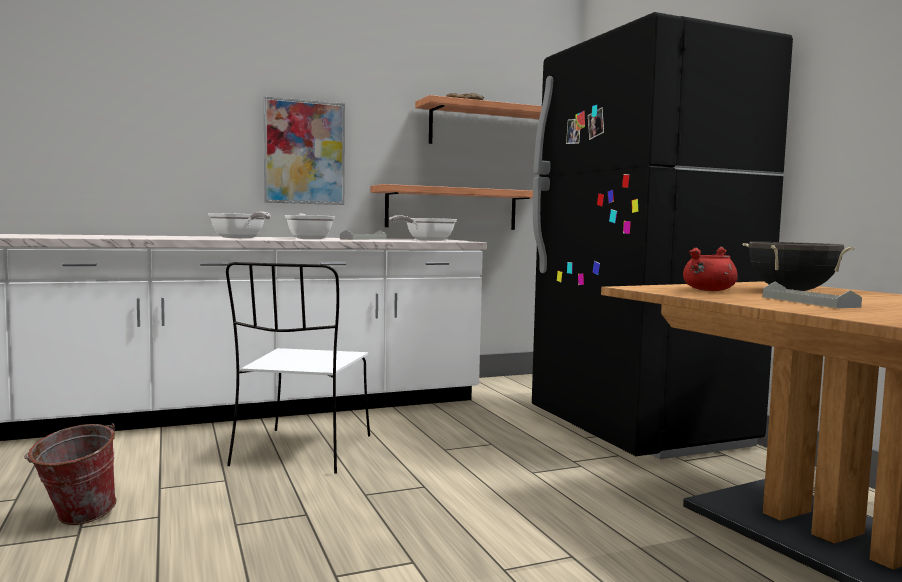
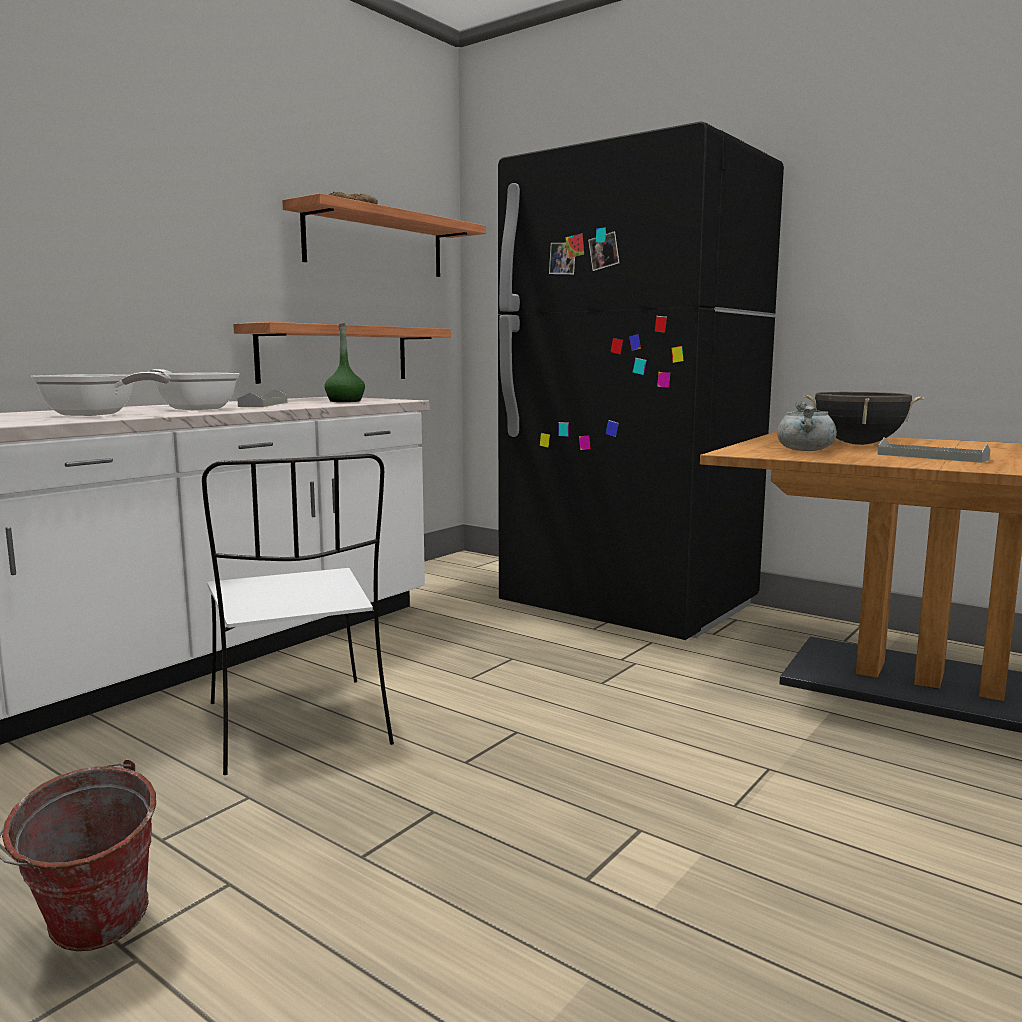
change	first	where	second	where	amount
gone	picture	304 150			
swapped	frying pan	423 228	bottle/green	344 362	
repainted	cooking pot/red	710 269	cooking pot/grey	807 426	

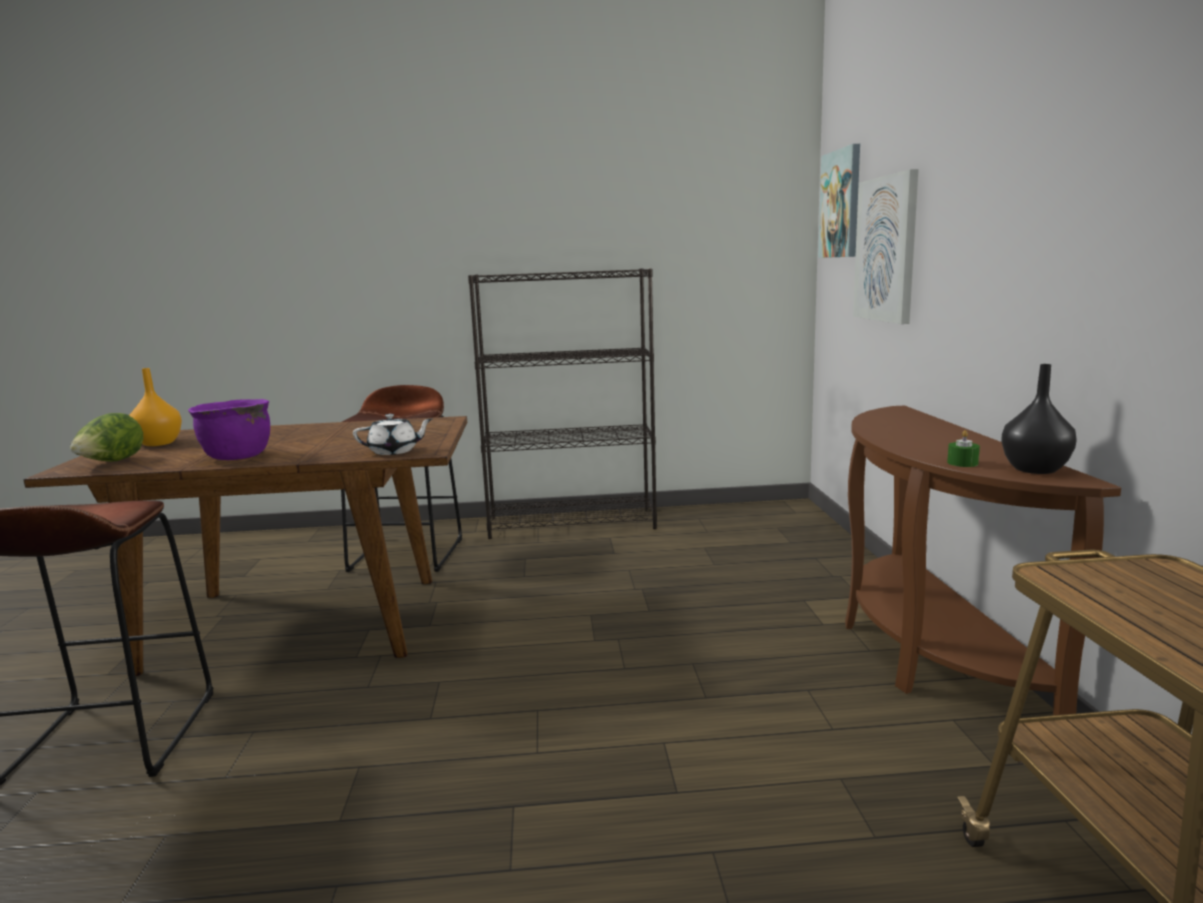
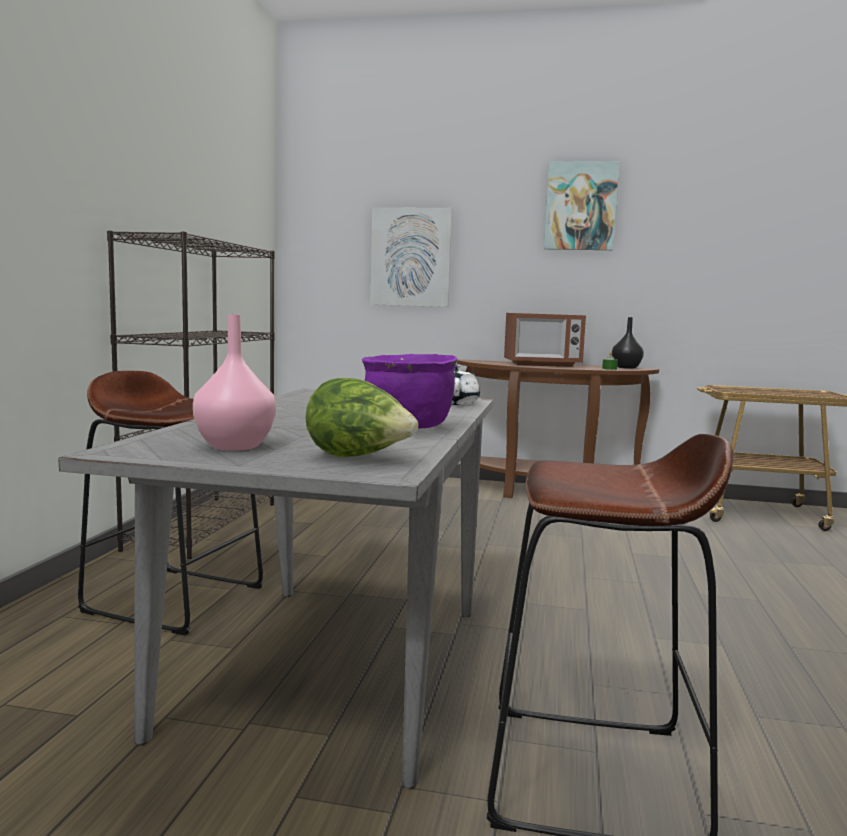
change	first	where	second	where	amount
shifted	picture	839 201		581 205	
repainted	vase/orange	155 407	vase/pink	234 382	
repainted	dining table/brown	245 546	dining table/grey	275 588	
new			microwave	545 340	

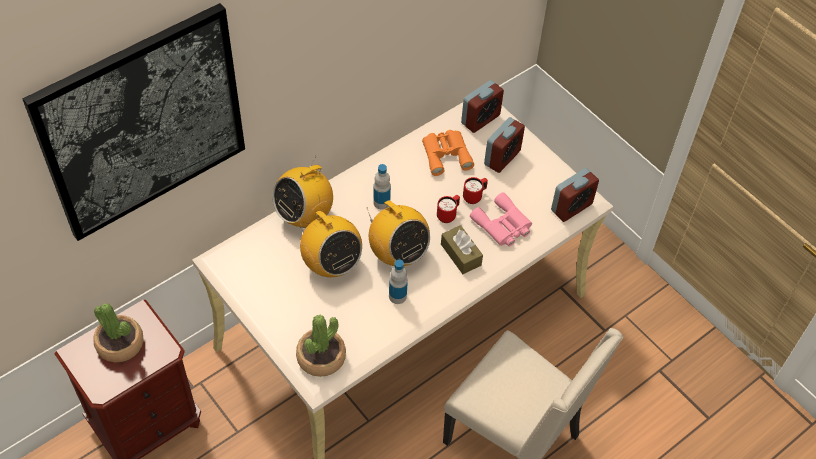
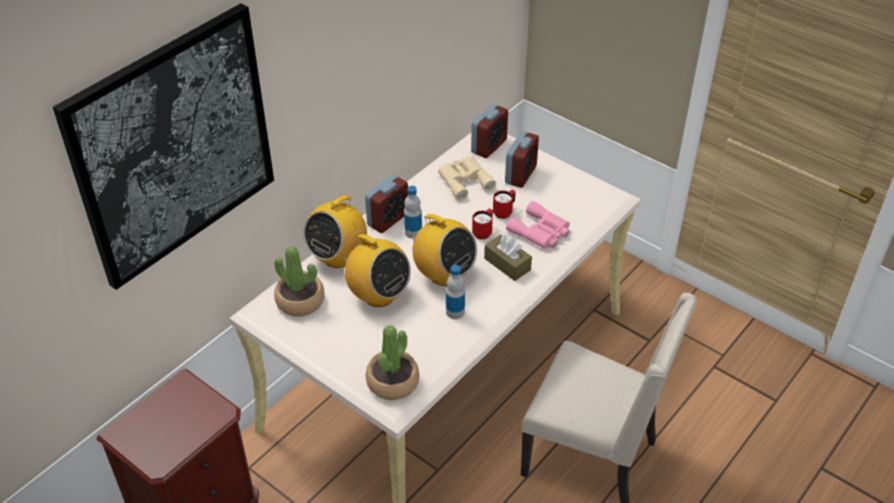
change	first	where	second	where	amount
repainted	binoculars/orange	448 153	binoculars/beige	467 179	
shifted	alarm clock	575 195		386 204	
shifted	potted plant	118 332		299 281	

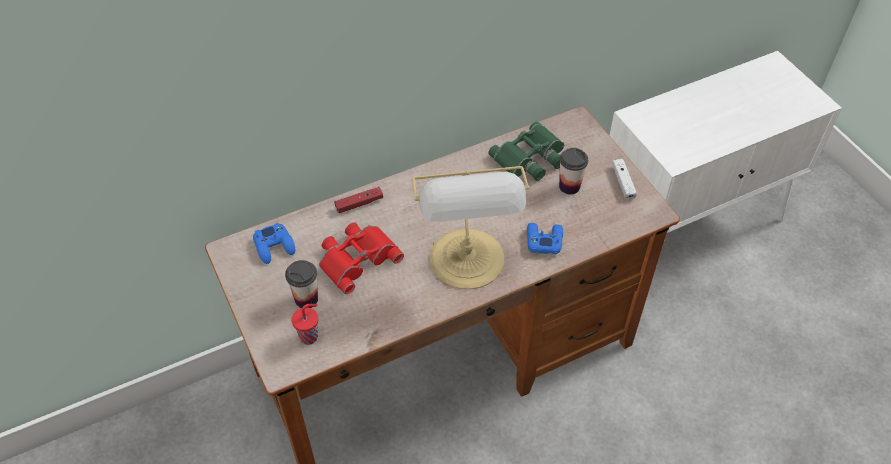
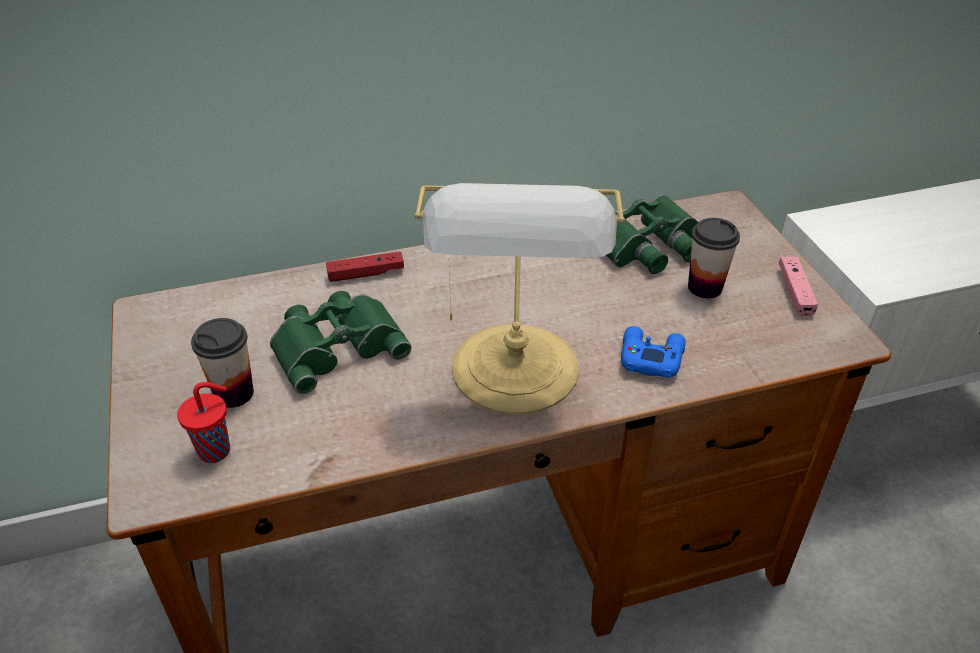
change	first	where	second	where	amount
repainted	game controller/white	624 179	game controller/pink	798 286	
gone	game controller/blue	274 243			
repainted	binoculars/red	361 258	binoculars/green	340 342	

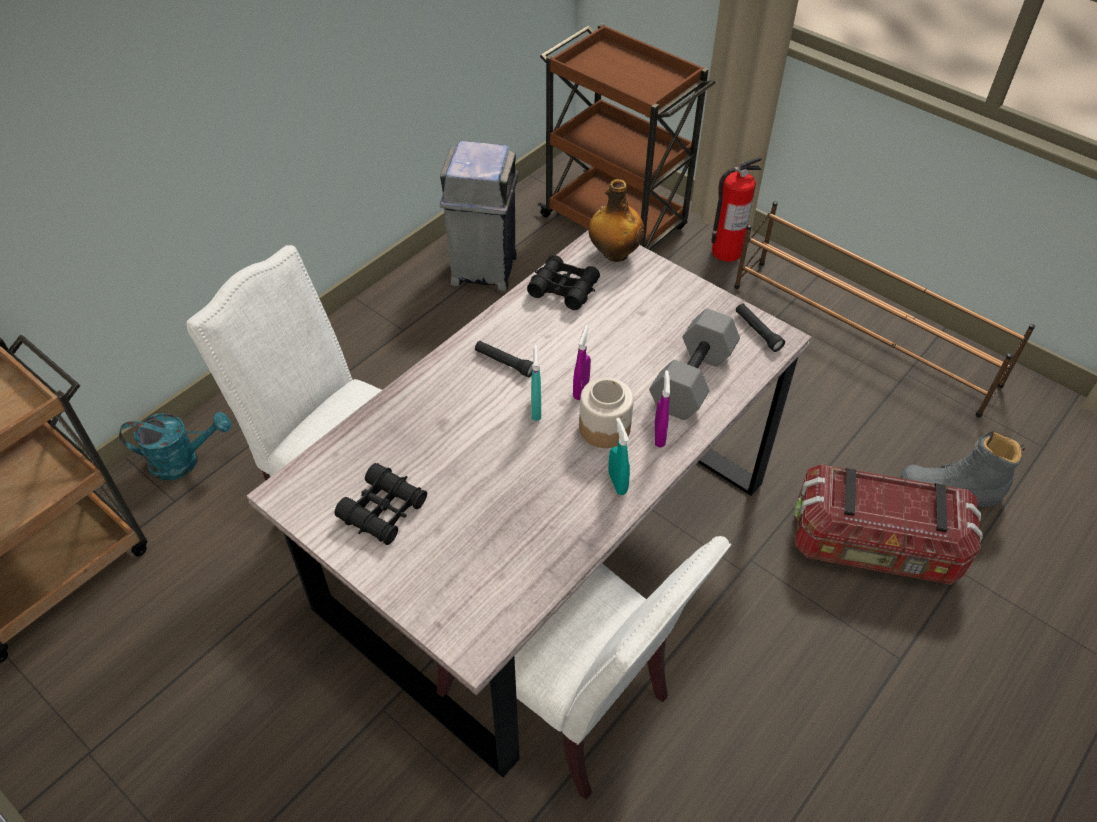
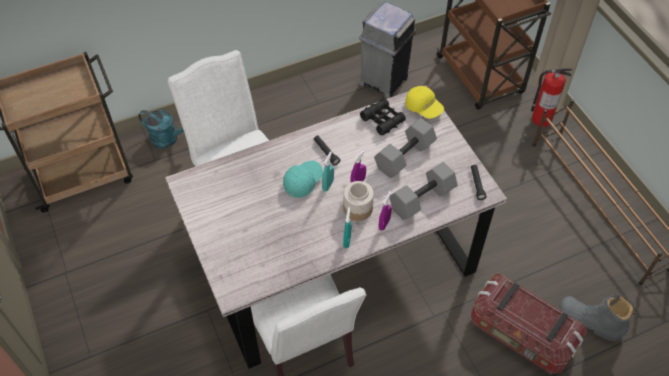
change	first	where	second	where	amount
swapped	bottle	617 220	cap/yellow	424 102	
gone	binoculars/black	380 504			
new			dumbbell/grey	405 148	
new			cap/turquoise	303 179	

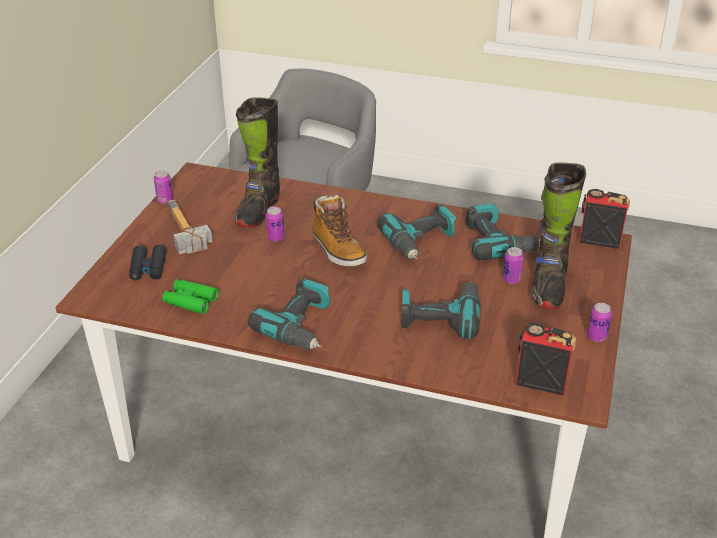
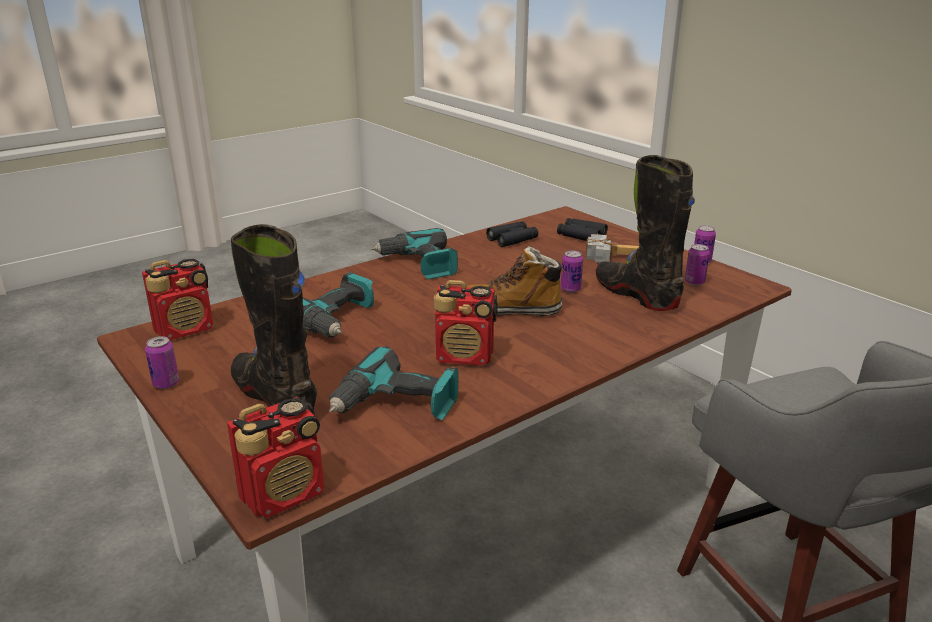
change	first	where	second	where	amount
swapped	power drill	417 231	radio	466 322	
shifted	can	513 265		697 264	
repainted	binoculars/green	190 296	binoculars/black	512 234	

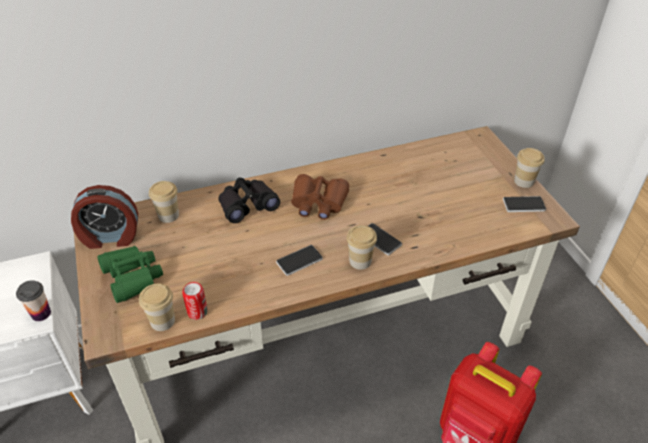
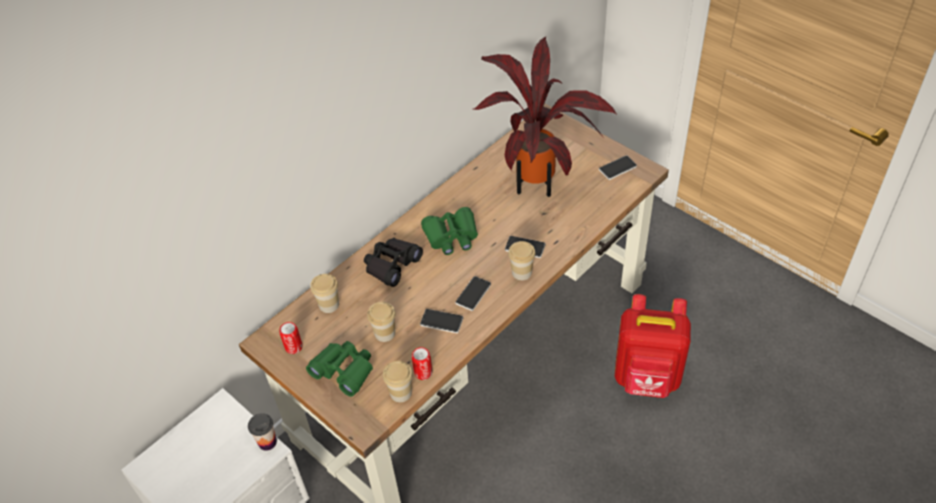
change	first	where	second	where	amount
shifted	cup	529 168		381 322	
repainted	binoculars/brown	320 197	binoculars/green	449 231	
swapped	alarm clock	104 217	can	290 338	
new			potted plant	544 116	
new			phone	441 321	

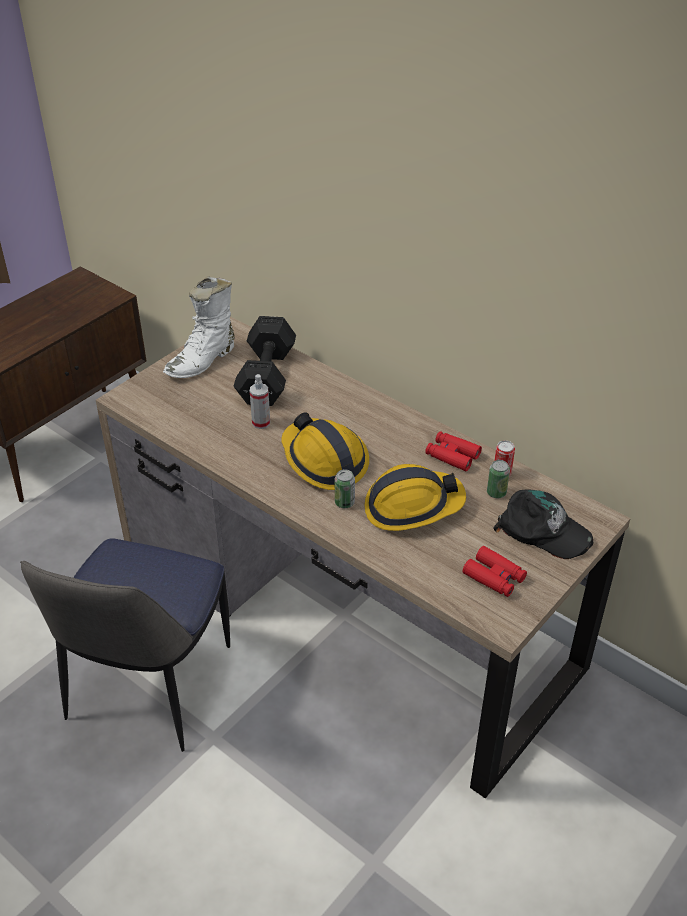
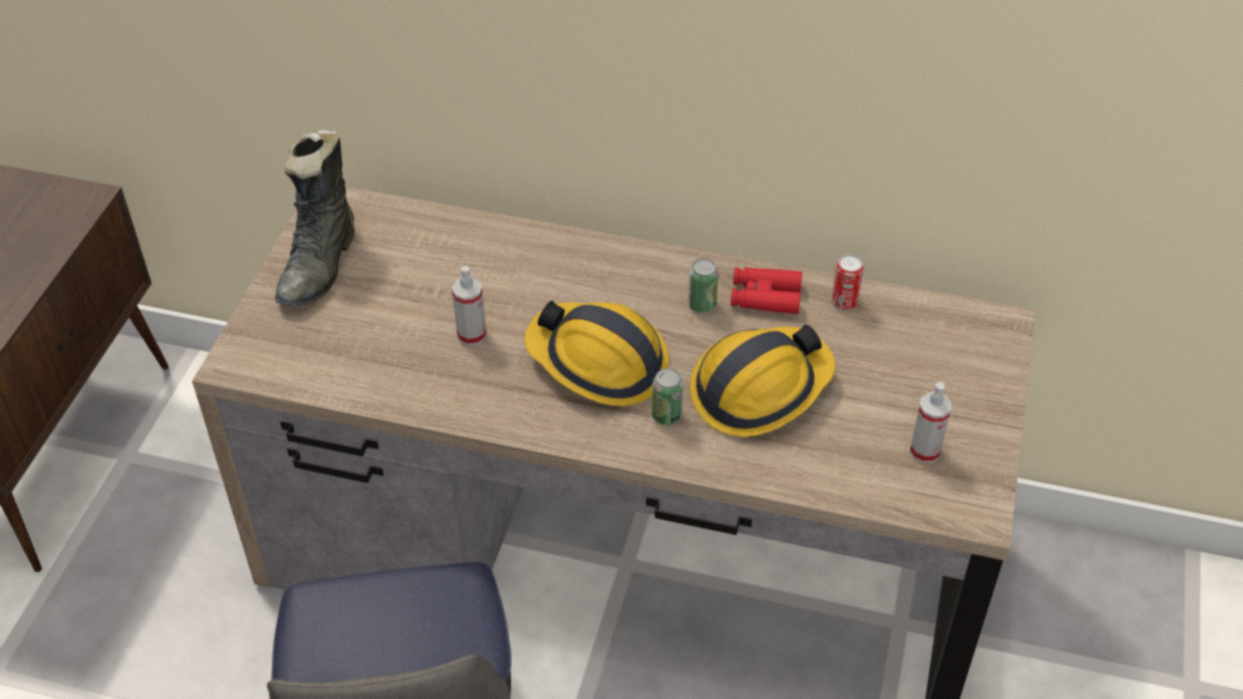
change	first	where	second	where	amount
repainted	boot/white	199 327	boot/black	315 218	
gone	dumbbell/black	265 361			
shifted	can	498 479		703 285	
gone	cap/black	543 524			
swapped	binoculars/red	495 571	spray bottle	931 422	

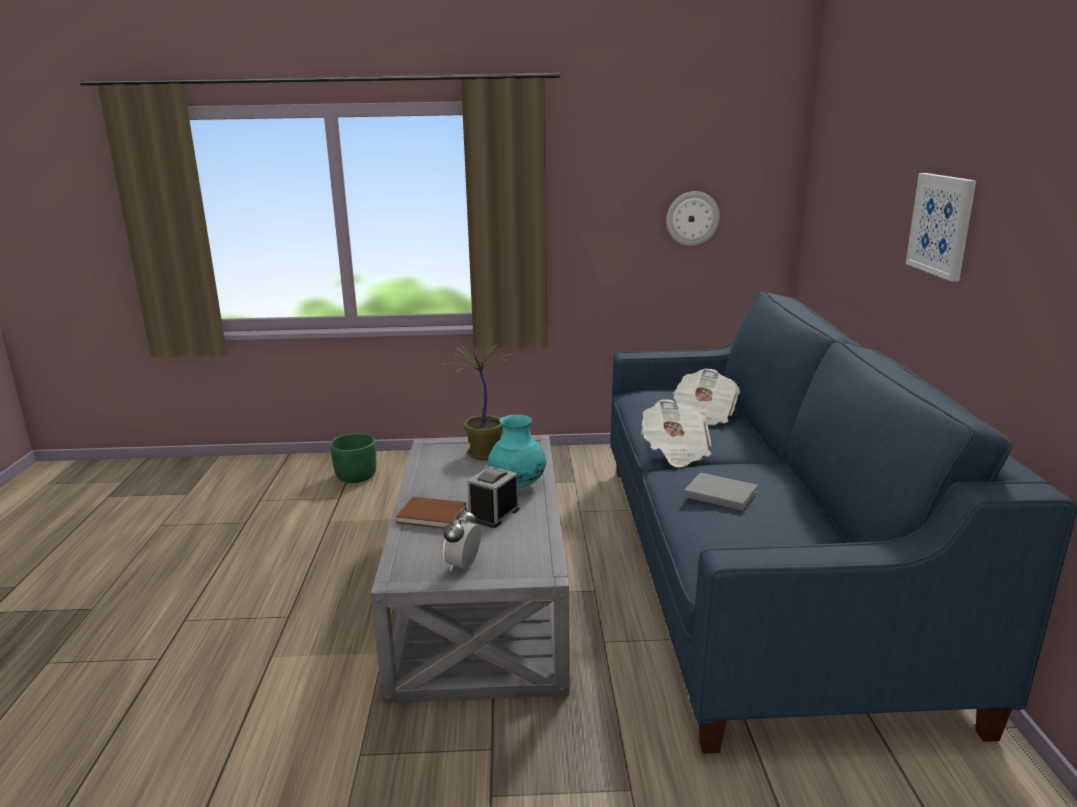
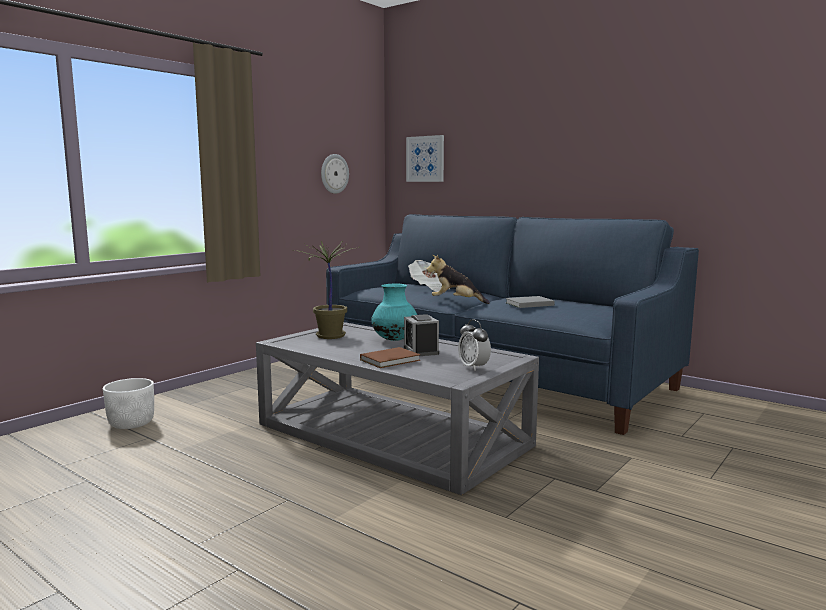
change	first	where	second	where	amount
shifted	picture	941 227		425 158	
swapped	newspaper	676 433	plush toy	458 279	
repainted	planter/green	353 458	planter/white	128 403	

